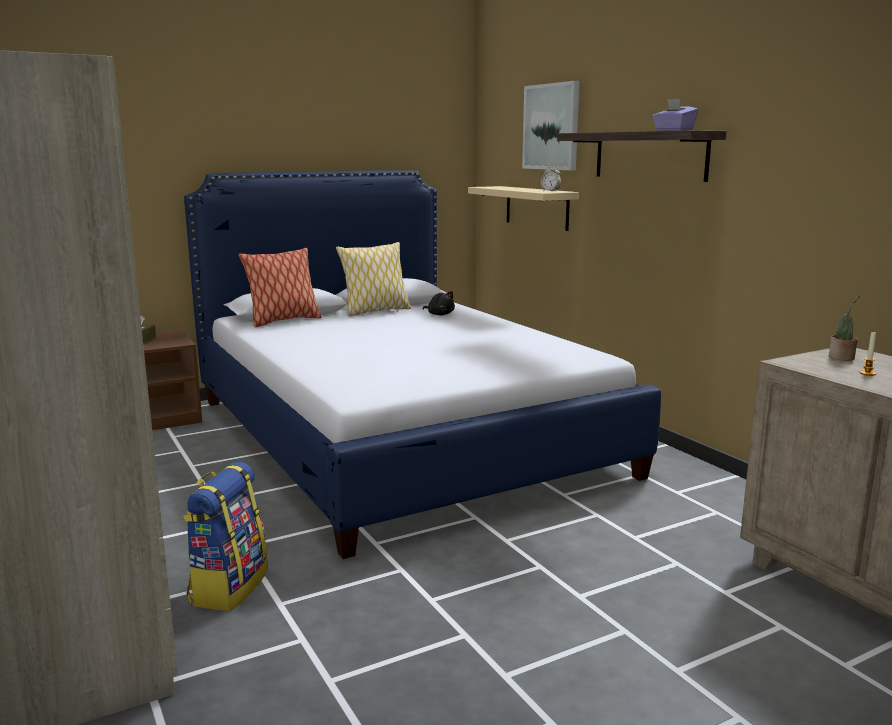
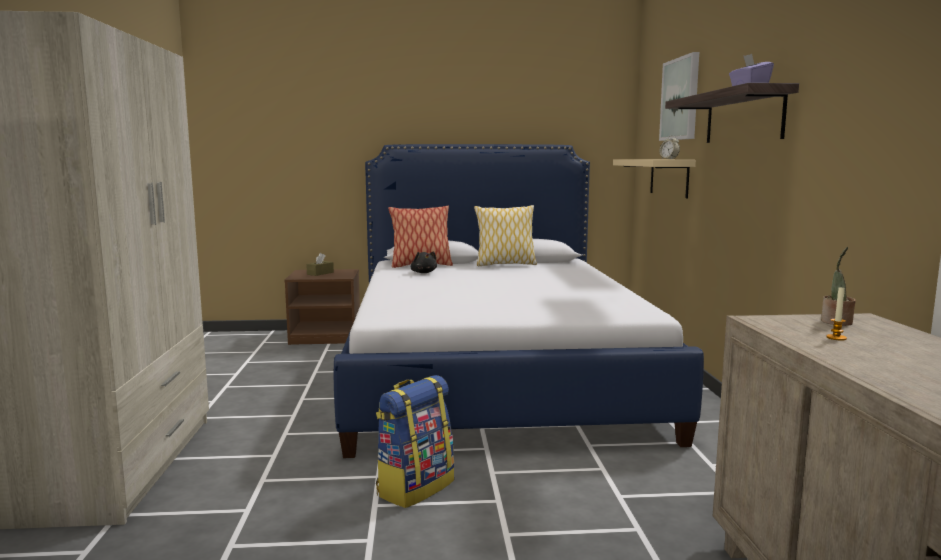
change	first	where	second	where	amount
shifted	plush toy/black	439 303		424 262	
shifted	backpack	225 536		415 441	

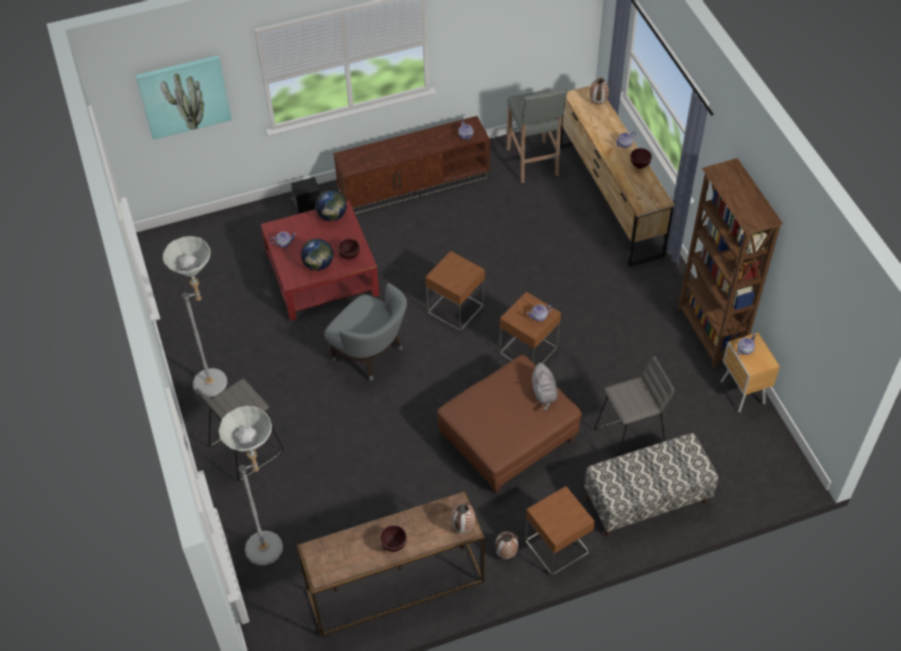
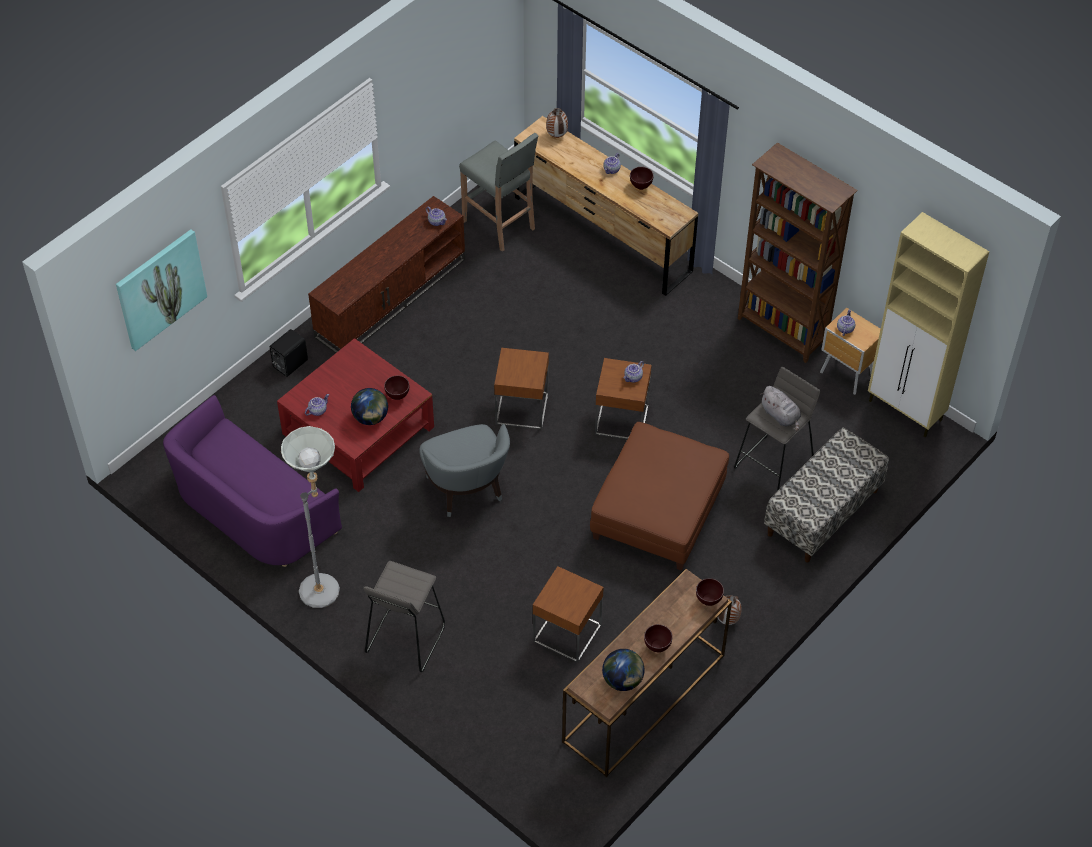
change	first	where	second	where	amount
shifted	globe	331 205		623 670	
rotated	armchair/grey	365 332		464 470	60 degrees clockwise
shifted	plush toy/grey	545 387		780 409	
gone	floor lamp/grey	250 485			
shifted	side table/brown	560 531		568 614	
swapped	vase	463 517	bowl/brown	710 592	
new			cabinet/beige	929 324	
new			sofa/purple	252 481	

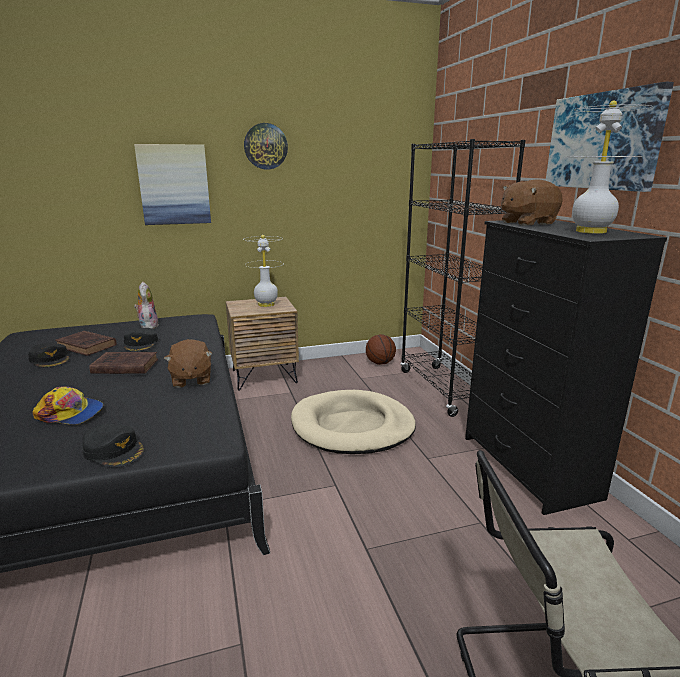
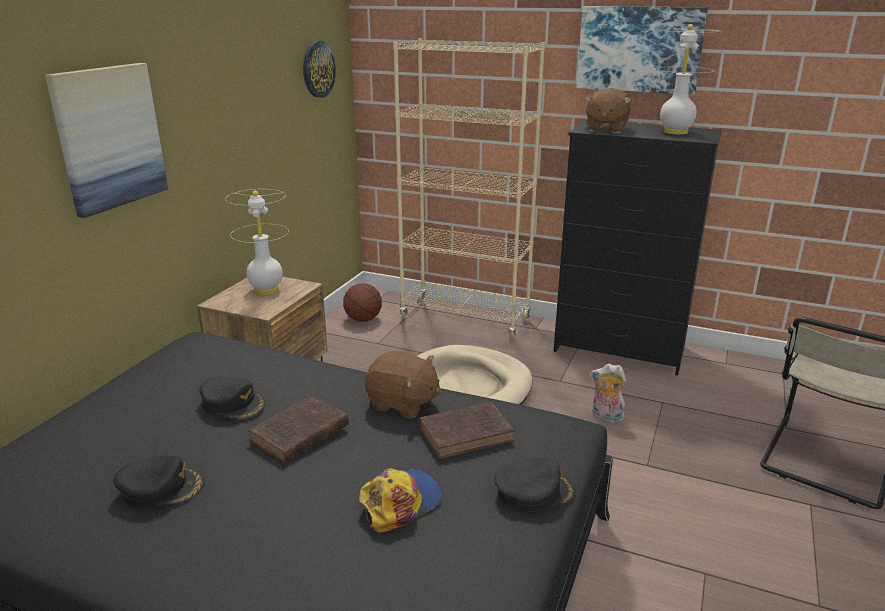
change	first	where	second	where	amount
shifted	wall clock	266 146		319 69	
repainted	bookcase/black	463 278	bookcase/beige	469 189	
shifted	plush toy	146 305		608 393	
shifted	book/brown	86 343		467 430	

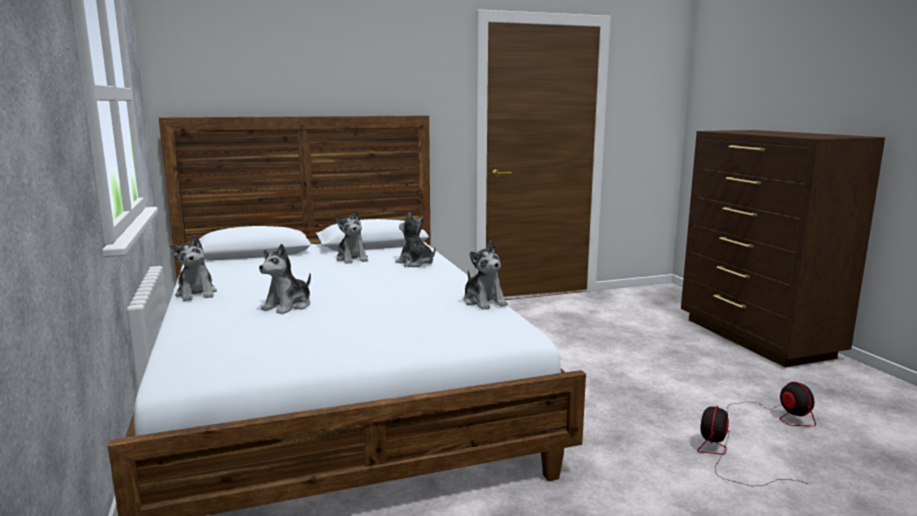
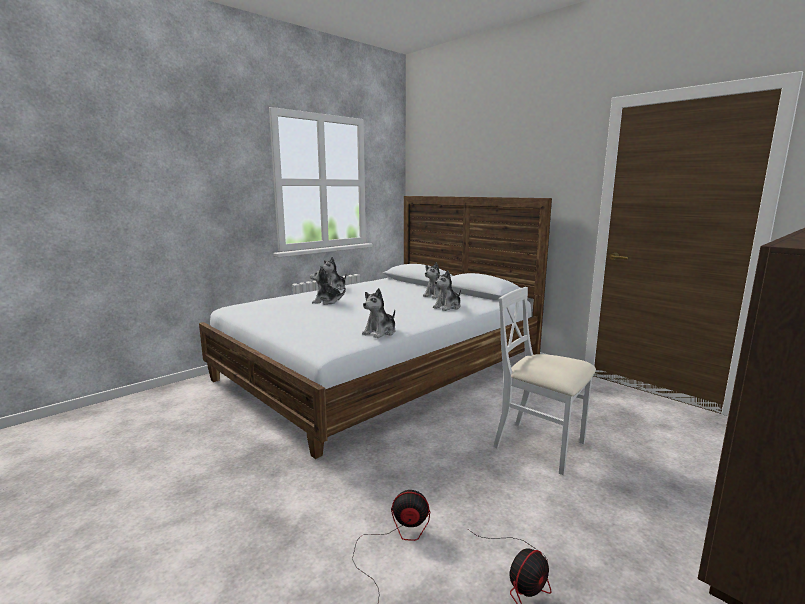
change	first	where	second	where	amount
rotated	plush toy	415 239		447 290	150 degrees counterclockwise
new			chair/white	544 381	

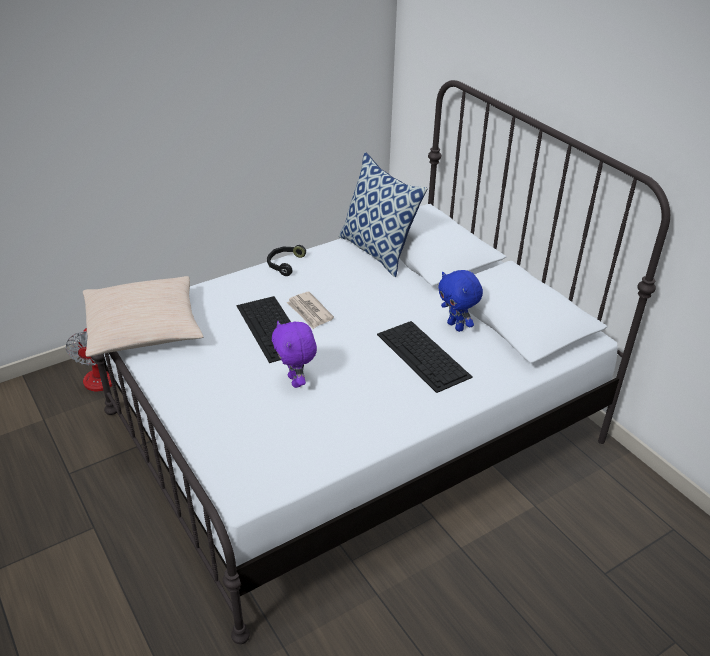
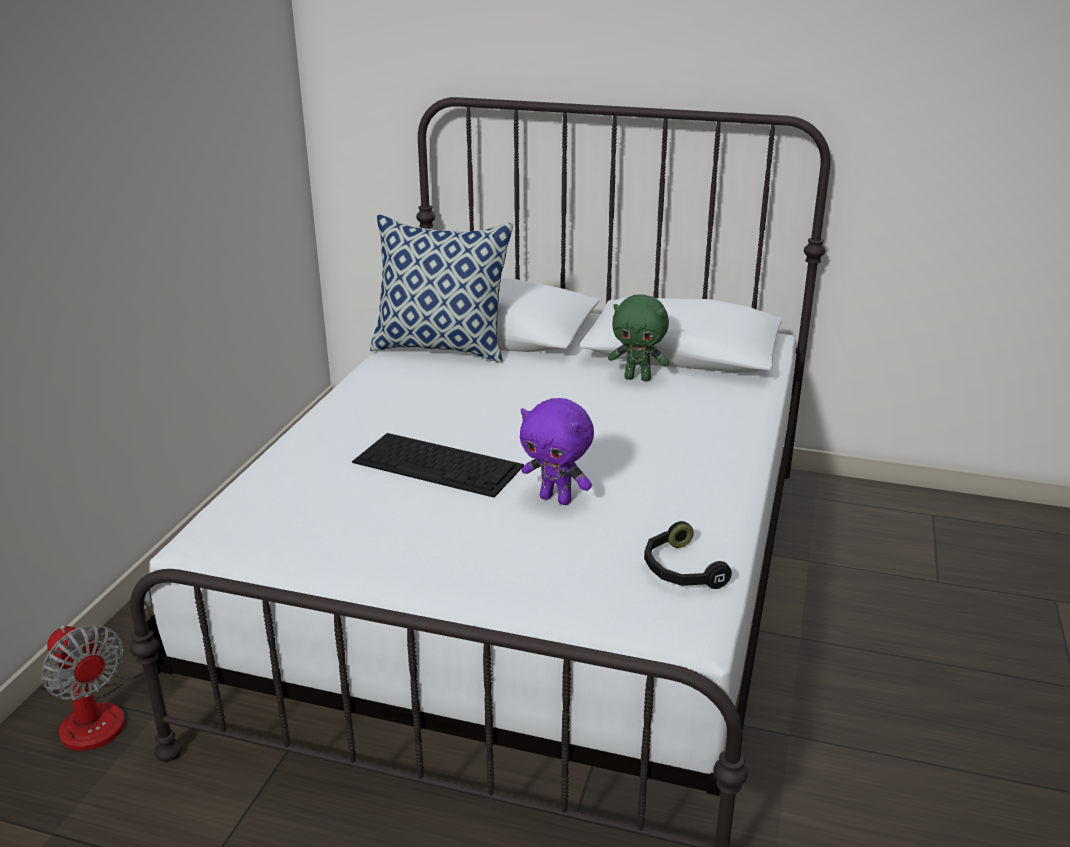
change	first	where	second	where	amount
shifted	headphones/black	286 260		688 555	
repainted	plush toy/blue	460 301	plush toy/green	638 338	
gone	pillow/beige	143 316			
gone	newspaper	310 310			
gone	keyboard	425 357			

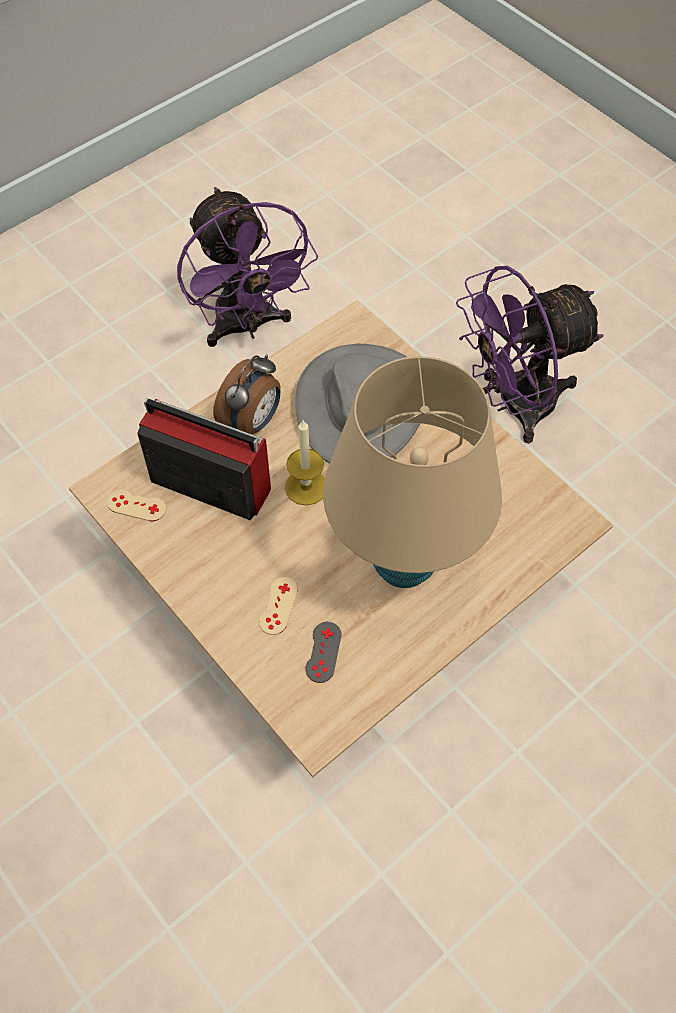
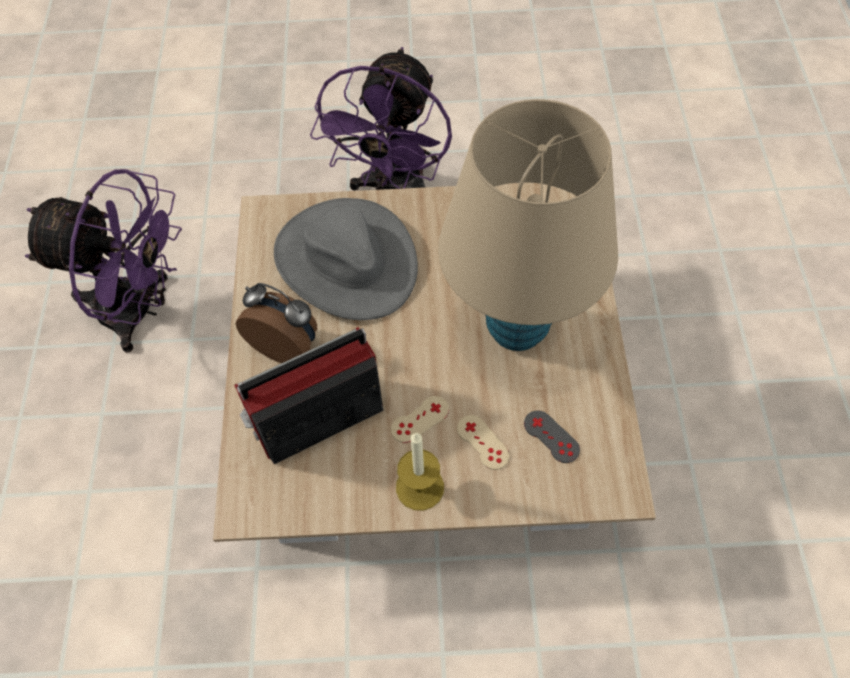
change	first	where	second	where	amount
rotated	alarm clock	247 394		276 323	45 degrees counterclockwise
shifted	candle	305 463		420 472	
shifted	game controller/beige	136 505		420 419	

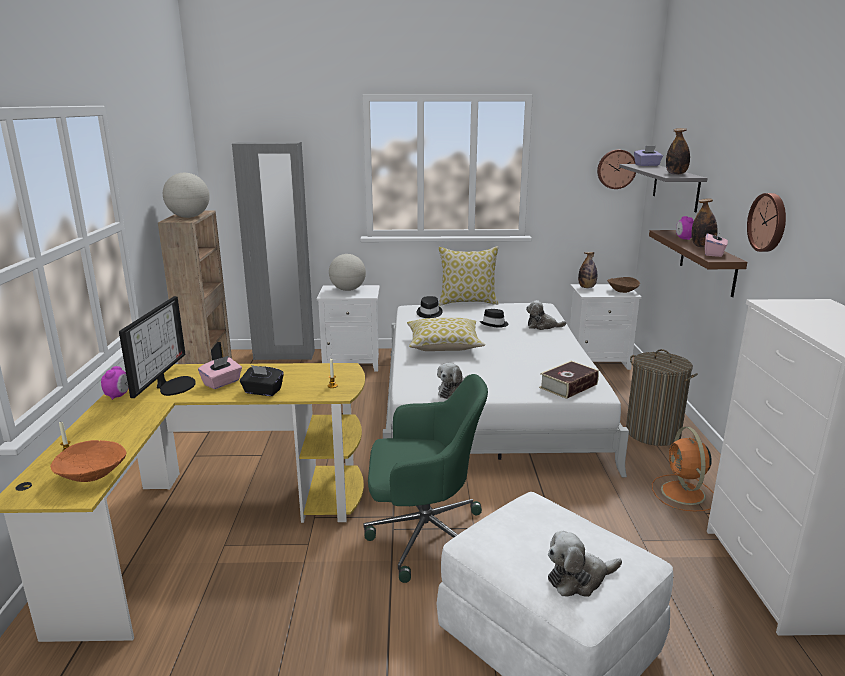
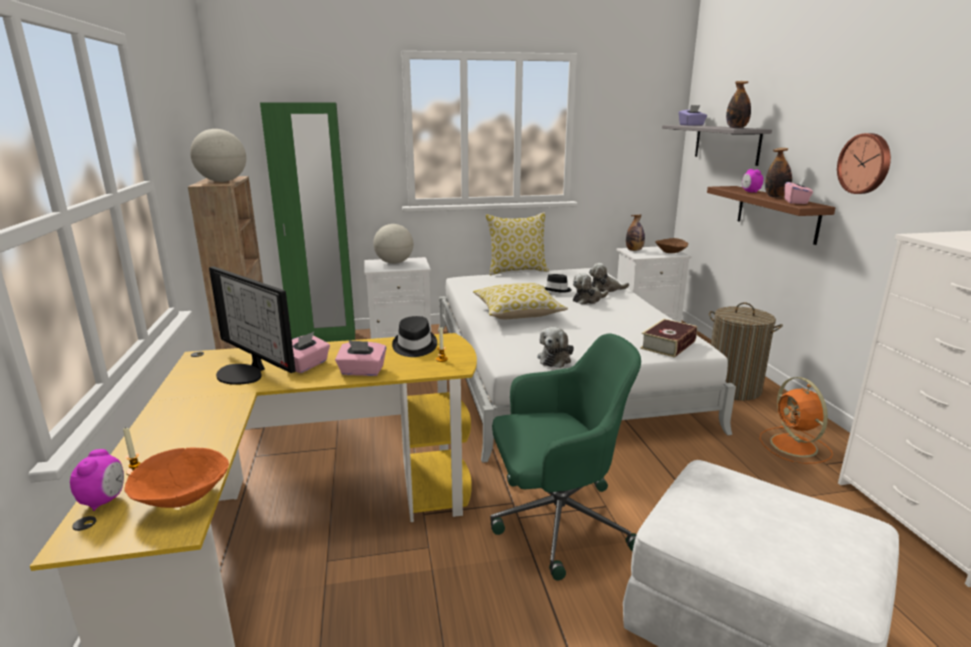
change	first	where	second	where	amount
repainted	wardrobe/grey	273 251	wardrobe/green	307 222	
gone	wall clock	616 169			
rotated	monitor	157 347		252 325	135 degrees clockwise
shifted	hat/black	430 307		414 336	
repainted	tissue box/black	262 380	tissue box/pink	360 358	
shifted	alarm clock	115 383		97 480	
shifted	plush toy	585 564		590 289	

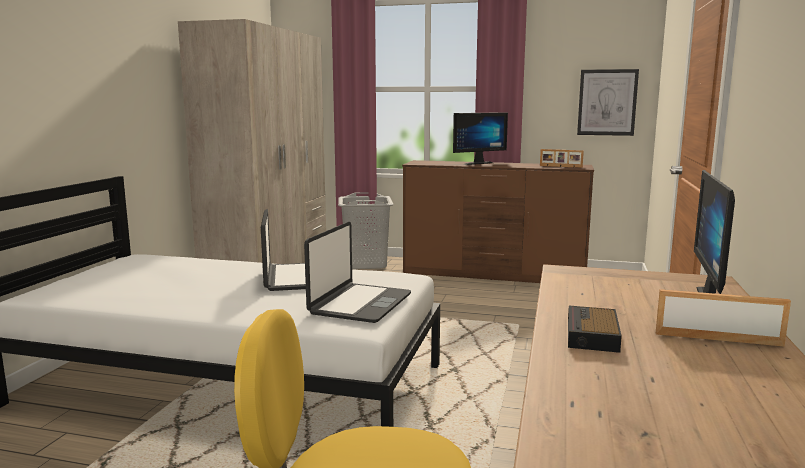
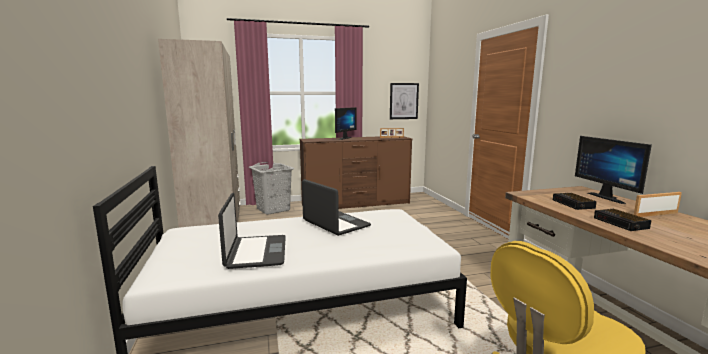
change	first	where	second	where	amount
shifted	laptop	357 272		252 231	
new			alarm clock	575 201	

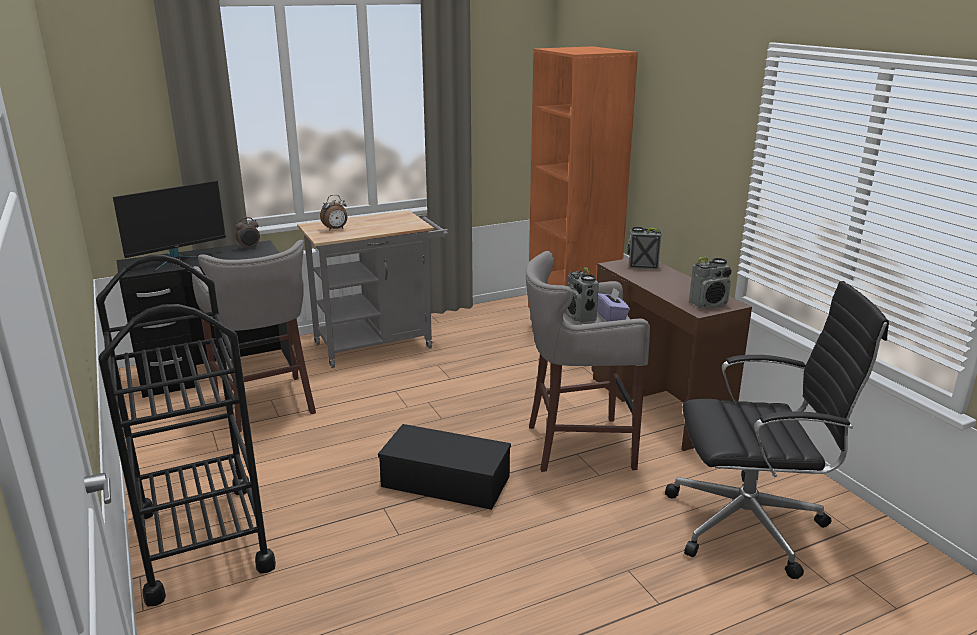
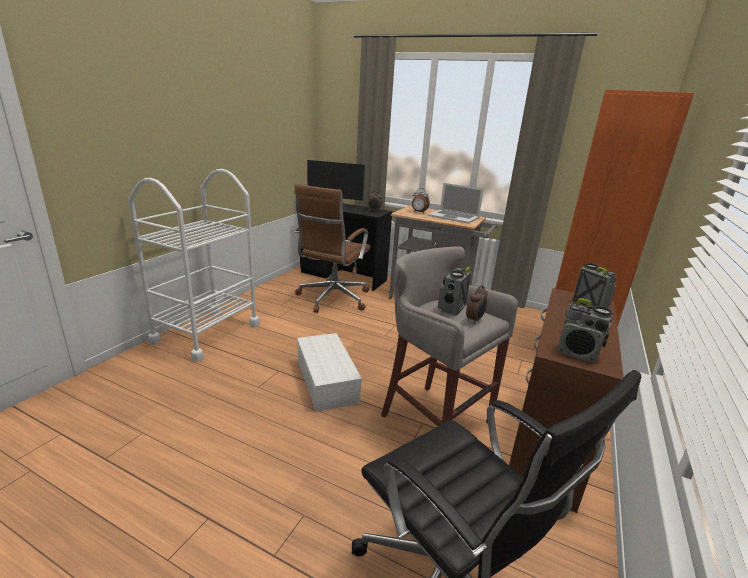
change	first	where	second	where	amount
swapped	stool/grey	254 336	office chair/brown	332 248	
repainted	cart/black	186 431	cart/white	194 265	
swapped	tissue box/purple	613 305	alarm clock	477 304	
repainted	storage box/black	444 467	storage box/white	329 372	
new			laptop	456 203	

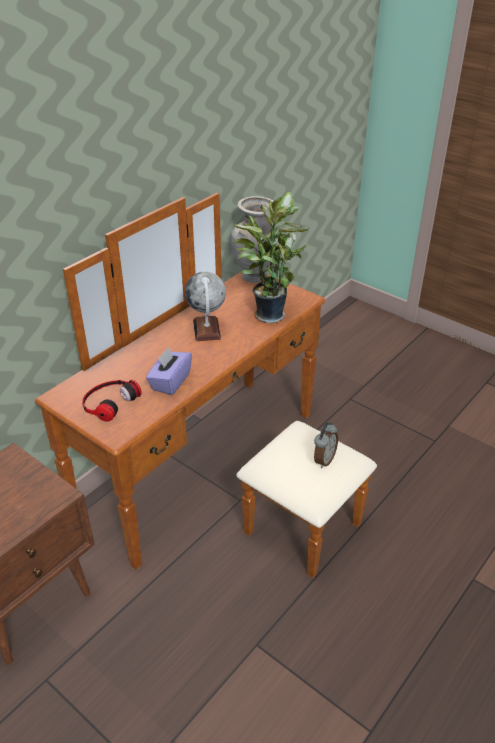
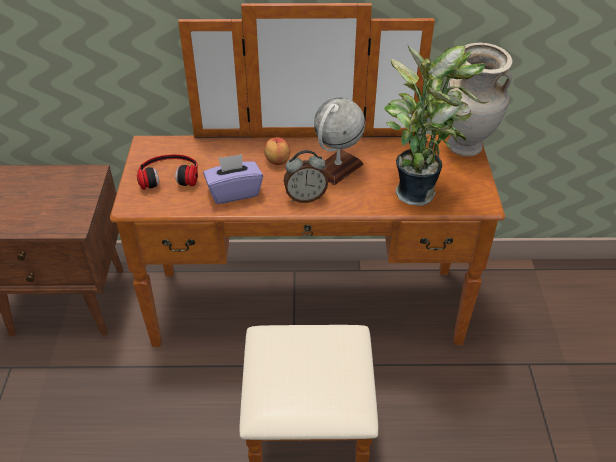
change	first	where	second	where	amount
shifted	alarm clock	326 445		306 176	
new			apple	277 151	

